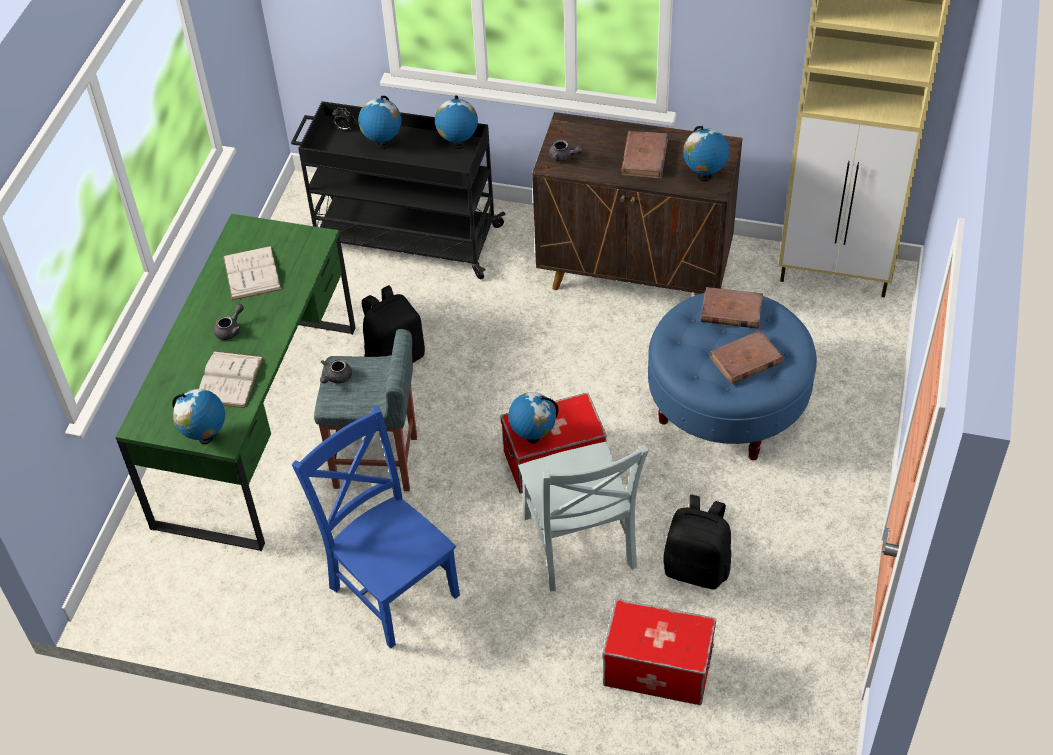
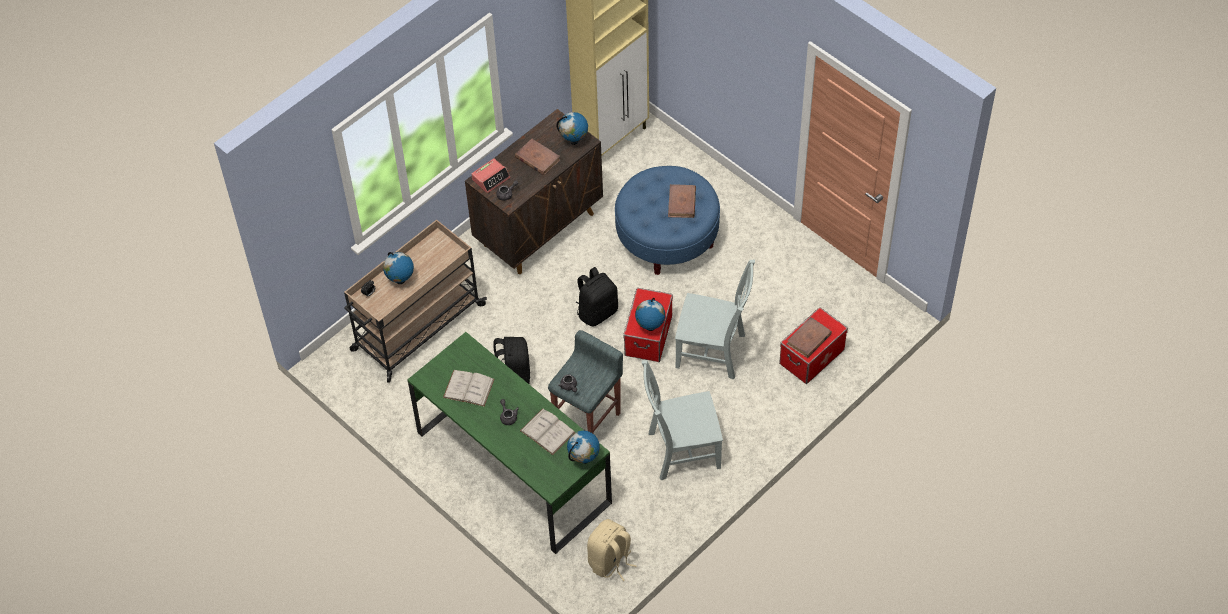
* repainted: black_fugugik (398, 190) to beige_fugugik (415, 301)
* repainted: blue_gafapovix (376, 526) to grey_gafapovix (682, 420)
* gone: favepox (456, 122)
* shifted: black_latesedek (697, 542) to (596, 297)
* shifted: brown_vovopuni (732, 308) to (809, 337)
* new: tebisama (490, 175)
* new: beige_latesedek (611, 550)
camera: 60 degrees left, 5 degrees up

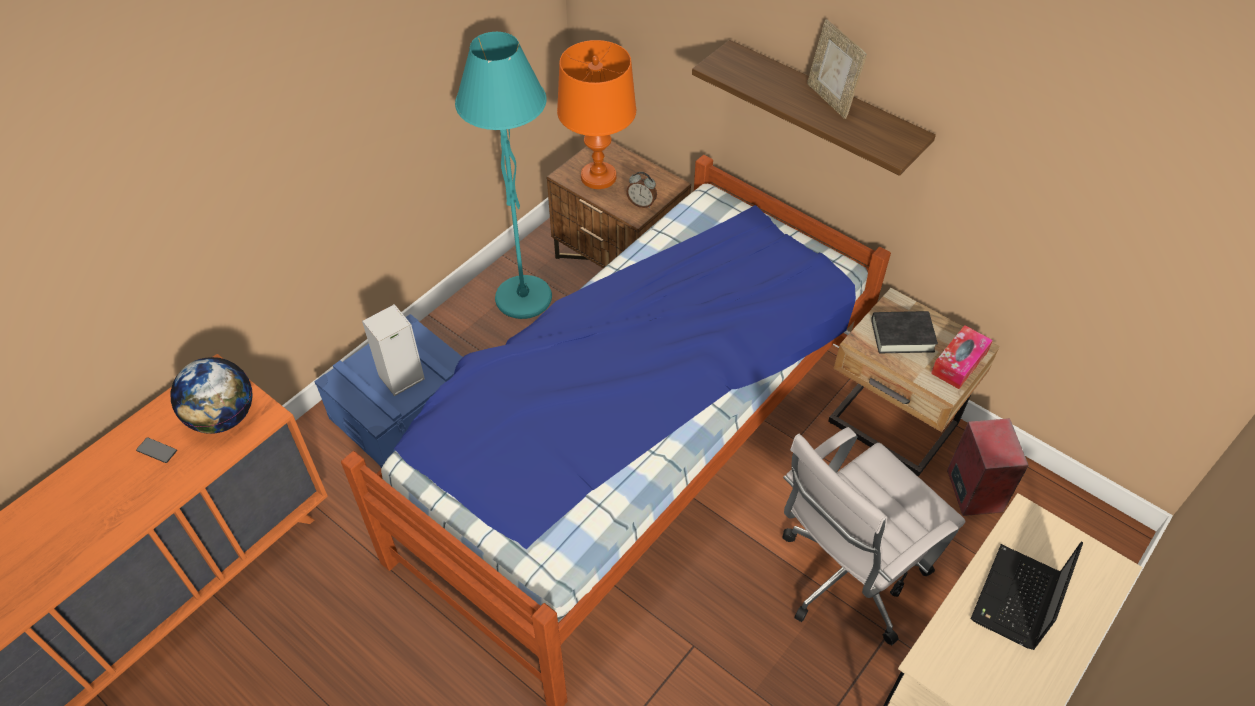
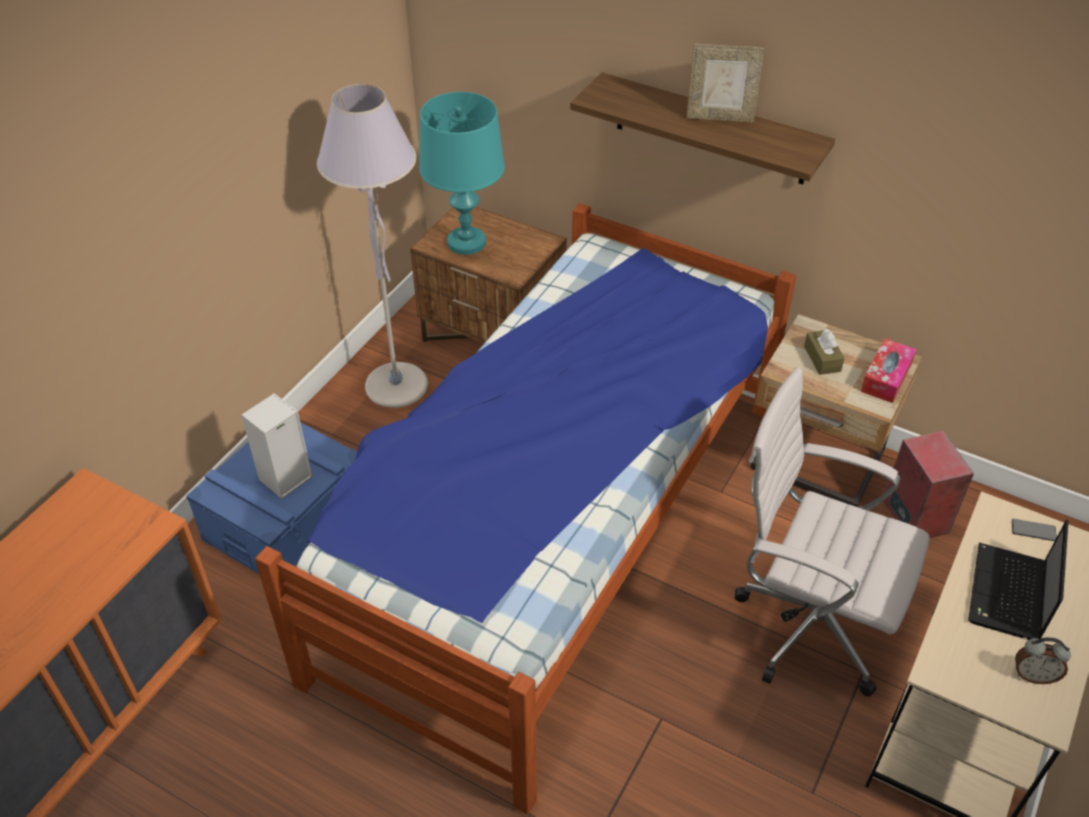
* shifted: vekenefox (156, 450) to (1034, 530)
* gone: favepox (212, 395)
* repainted: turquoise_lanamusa (503, 175) to grey_lanamusa (372, 246)
* repainted: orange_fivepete (596, 114) to turquoise_fivepete (462, 173)
* shifted: tebisama (641, 190) to (1043, 660)
* rotated: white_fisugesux (873, 536) = (832, 532) 75 degrees clockwise
* rotated: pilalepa (837, 69) = (725, 83) 45 degrees counterclockwise
* swapped: black_vovopuni (904, 332) to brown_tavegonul (824, 351)
camera: 10 degrees left, 5 degrees down

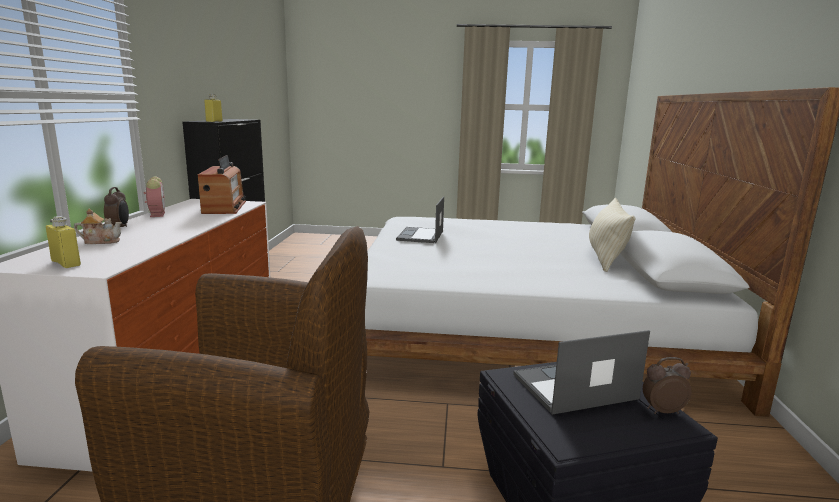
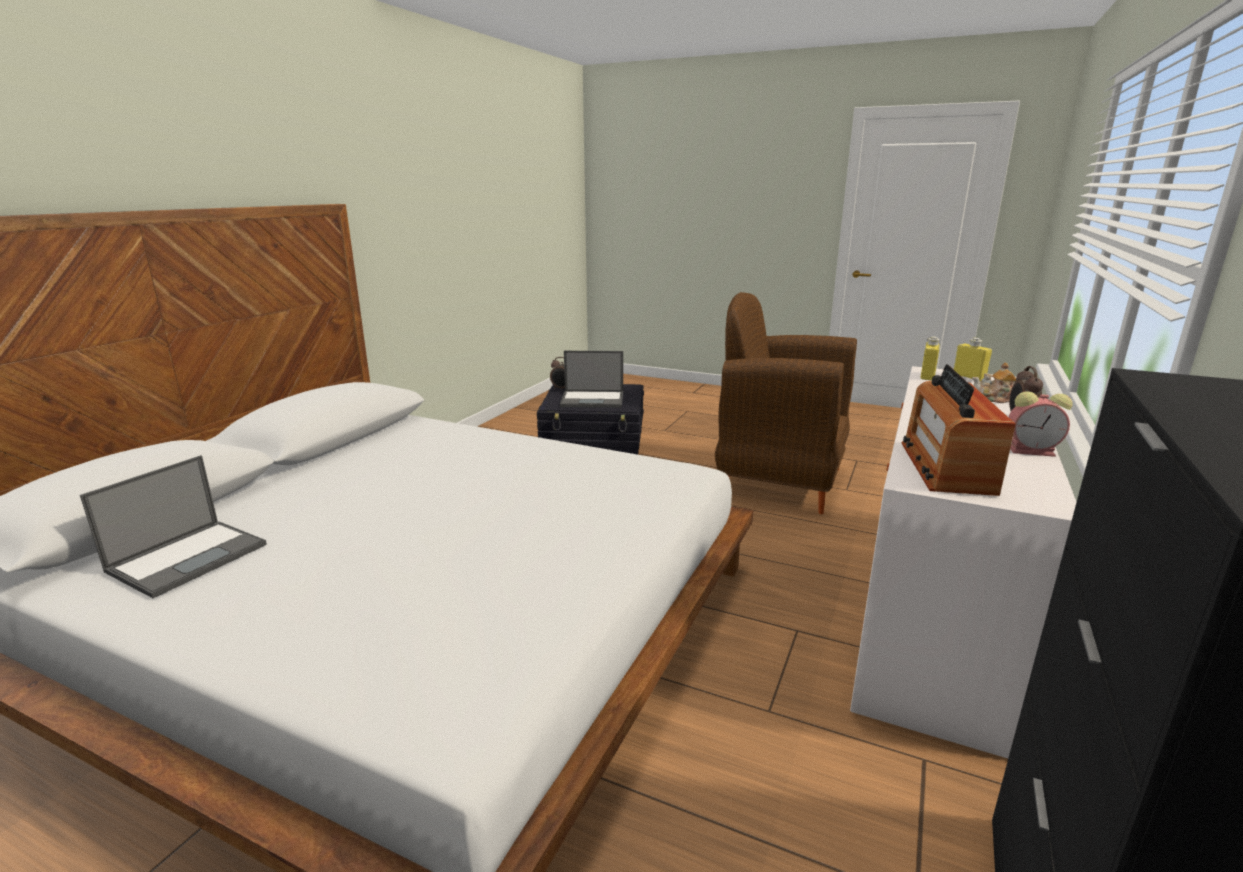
* rotated: tebisama (154, 197) = (1040, 424) 75 degrees counterclockwise
* shifted: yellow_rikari (213, 108) to (930, 359)
* shifted: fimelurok (420, 219) to (173, 526)
* gone: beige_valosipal (612, 235)
camera: 160 degrees left, 5 degrees up

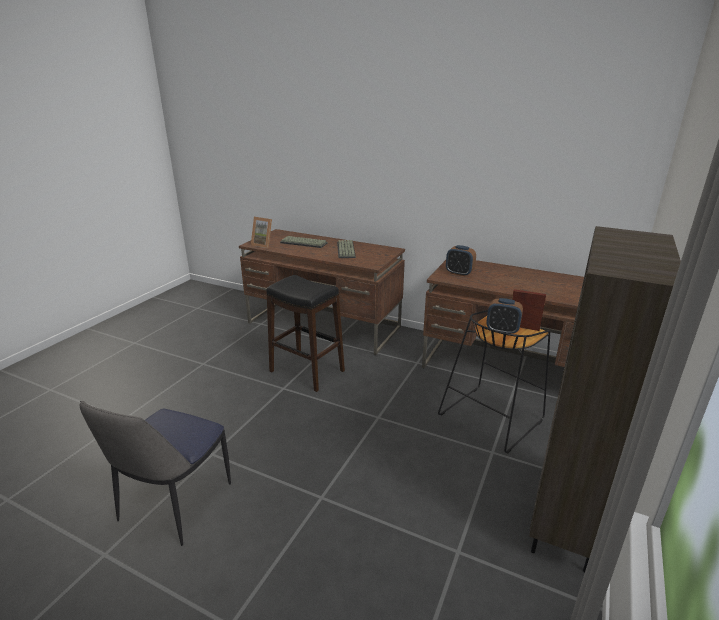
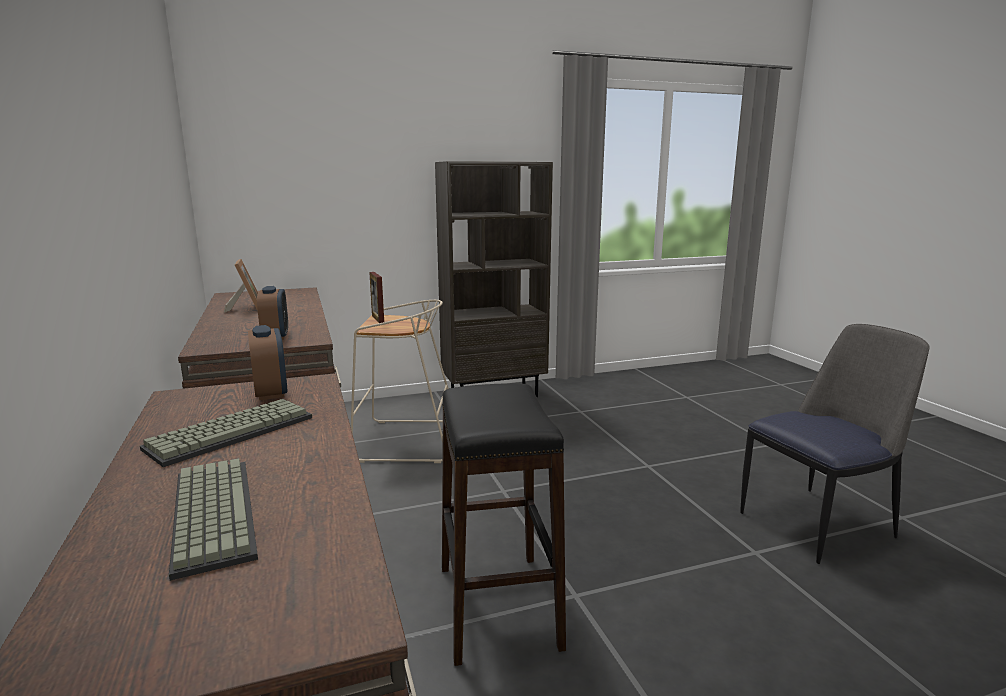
* shifted: pilalepa (261, 232) to (241, 285)
* repainted: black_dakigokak (494, 381) to beige_dakigokak (400, 381)
* shifted: tebisama (504, 316) to (267, 362)
camera: 135 degrees left, 10 degrees down

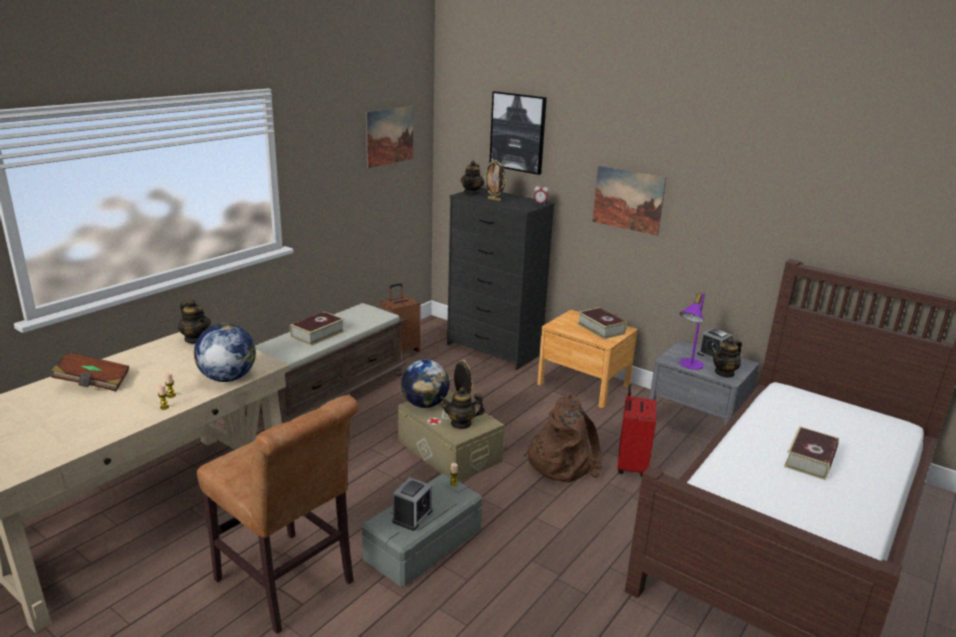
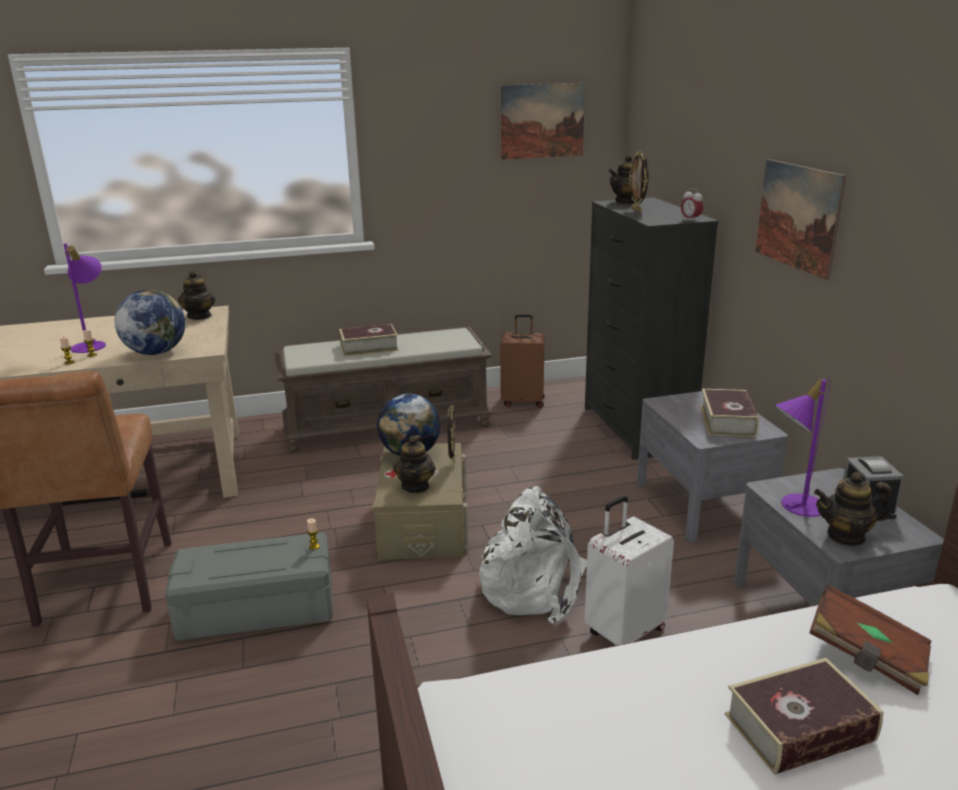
* shifted: brown_vovopuni (90, 371) to (870, 639)
* gone: tebisama (412, 504)
* rotated: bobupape (462, 408) = (414, 464) 120 degrees counterclockwise
* gone: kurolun (518, 133)
* repainted: brown_latesedek (563, 438) to white_latesedek (533, 555)
* repainted: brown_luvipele (587, 359) to grey_luvipele (712, 467)
* repainted: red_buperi (636, 430) to white_buperi (629, 570)
* new: purple_fivepete (85, 298)
camera: 40 degrees right, 0 degrees up

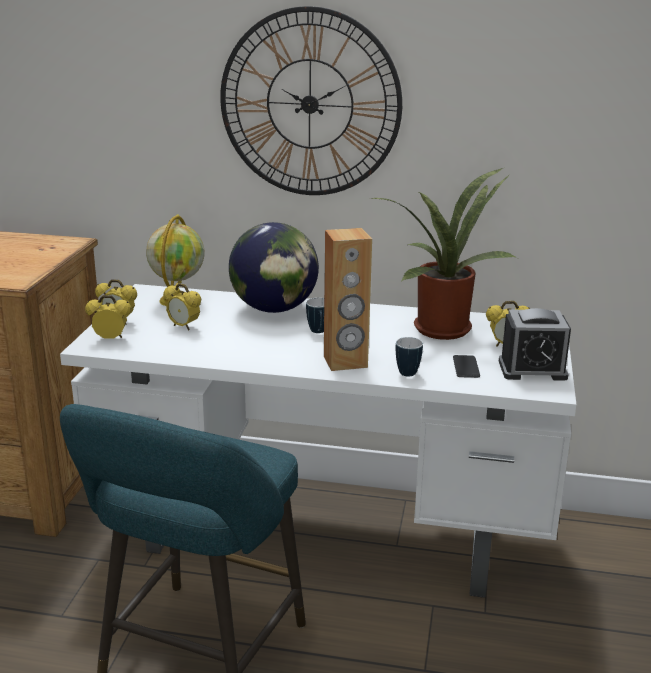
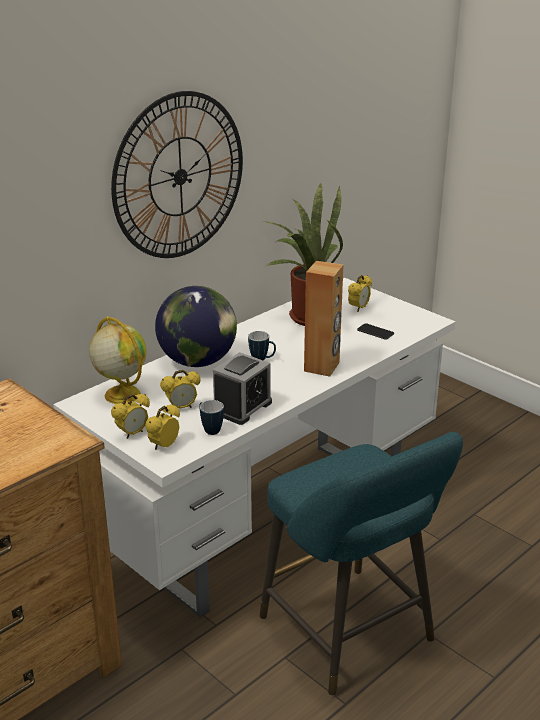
* shifted: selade (409, 357) to (211, 417)
* shifted: tebisama (535, 344) to (242, 388)
camera: 55 degrees left, 5 degrees up

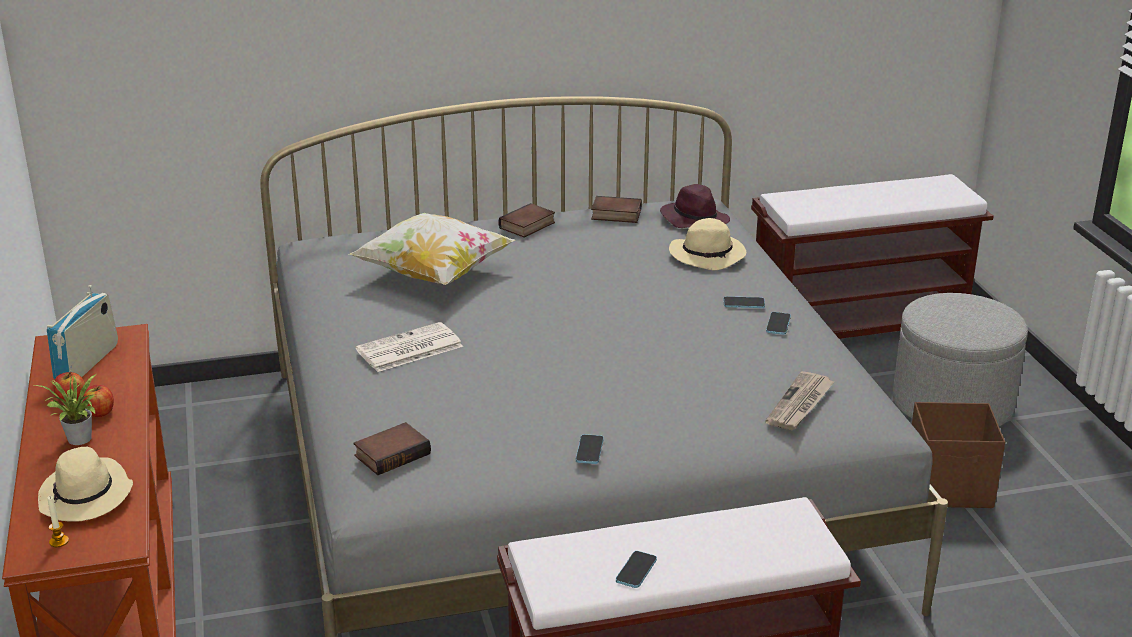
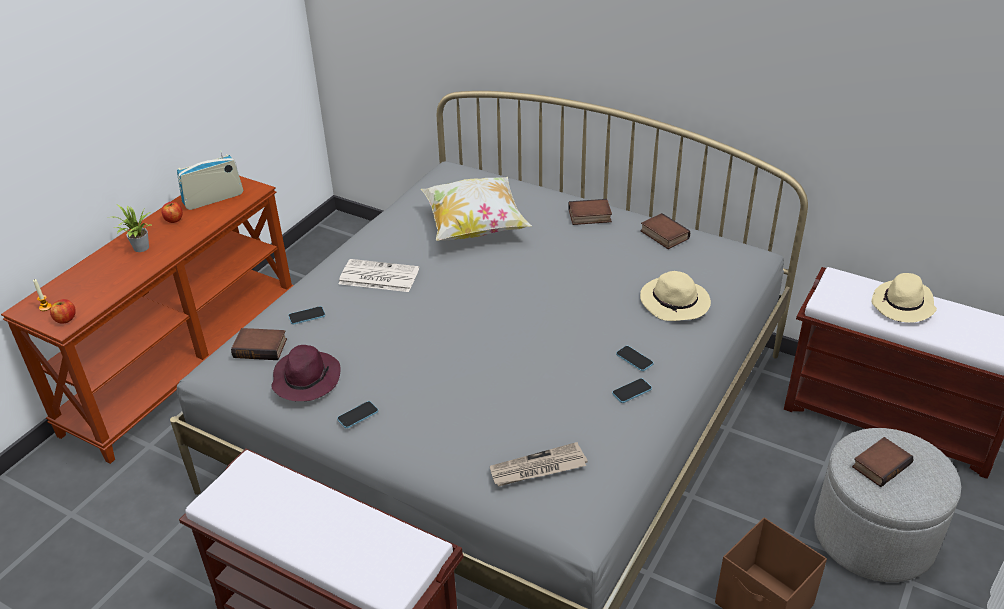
* shifted: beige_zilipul (85, 484) to (904, 298)
* shifted: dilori (98, 401) to (63, 311)
* shifted: vekenefox (636, 569) to (306, 315)
* shifted: purple_zilipul (695, 206) to (306, 373)
* new: vovopuni (883, 462)
camera: 45 degrees right, 10 degrees up

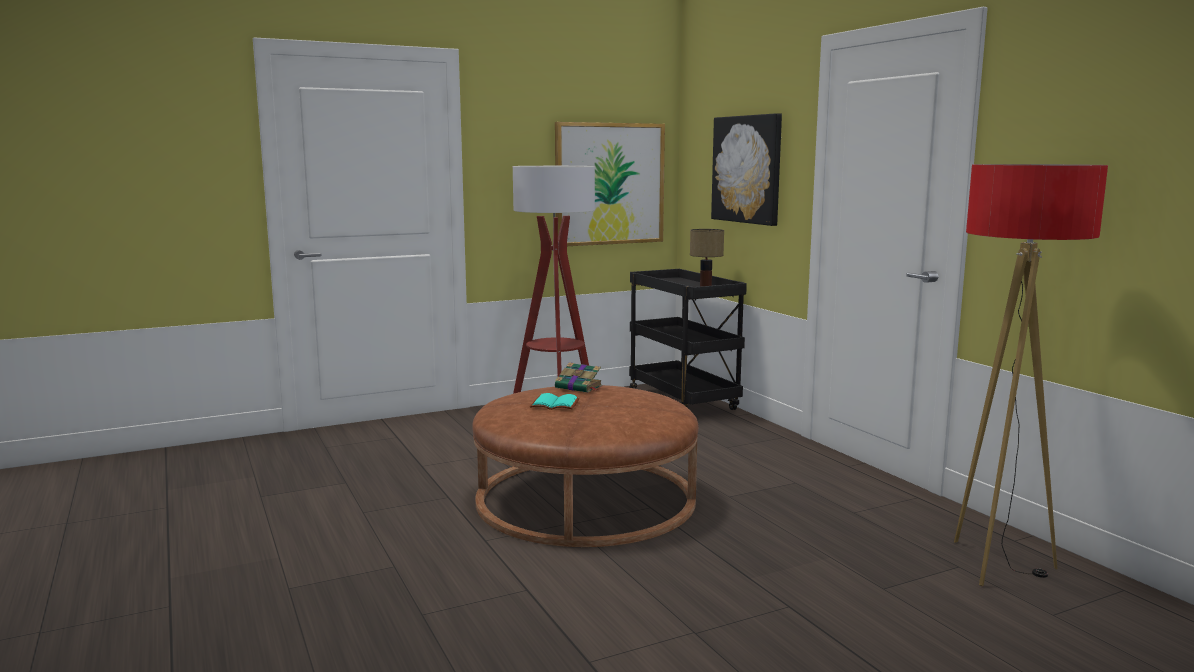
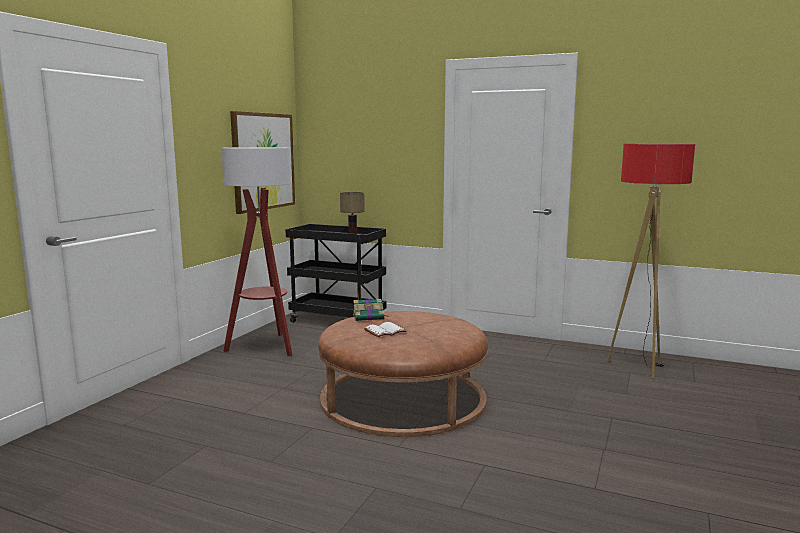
* repainted: turquoise_vovopuni (555, 401) to white_vovopuni (385, 329)
* gone: kurolun (746, 169)
camera: 40 degrees left, 0 degrees up

